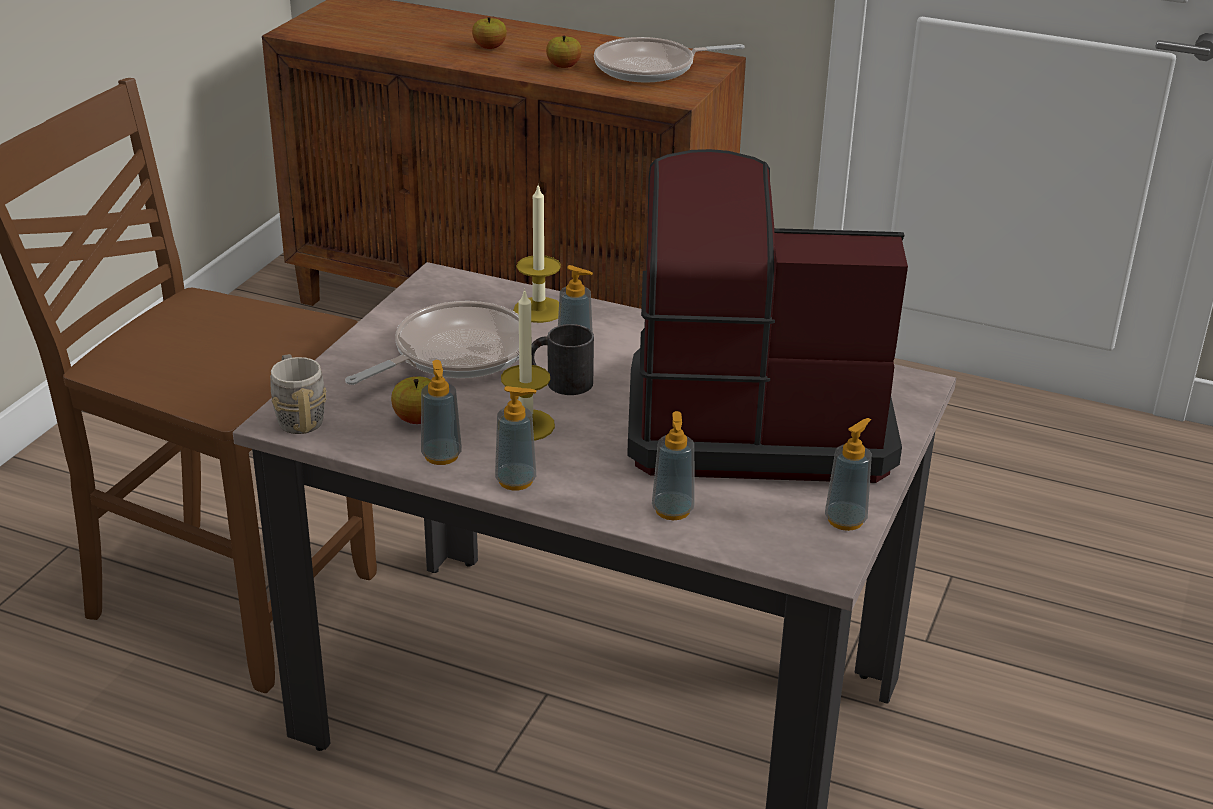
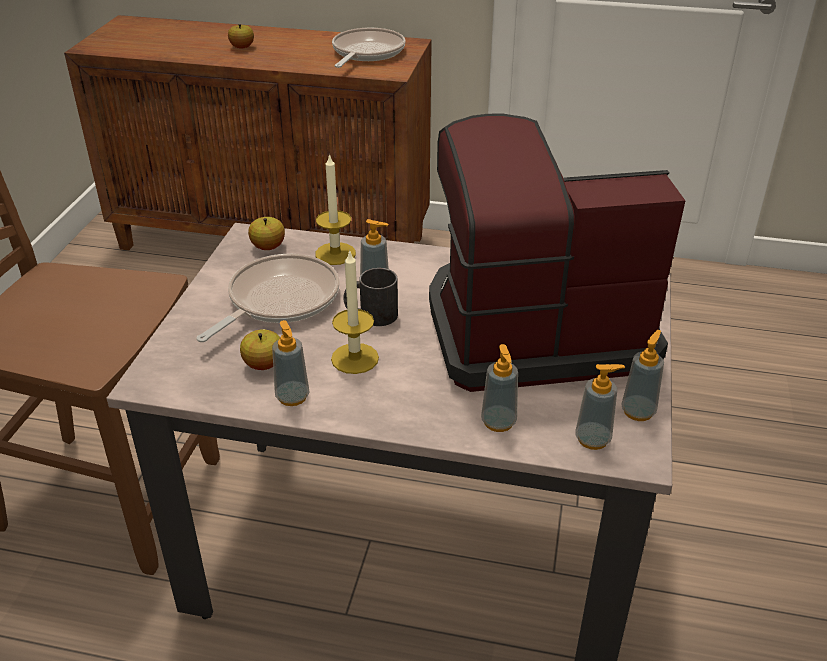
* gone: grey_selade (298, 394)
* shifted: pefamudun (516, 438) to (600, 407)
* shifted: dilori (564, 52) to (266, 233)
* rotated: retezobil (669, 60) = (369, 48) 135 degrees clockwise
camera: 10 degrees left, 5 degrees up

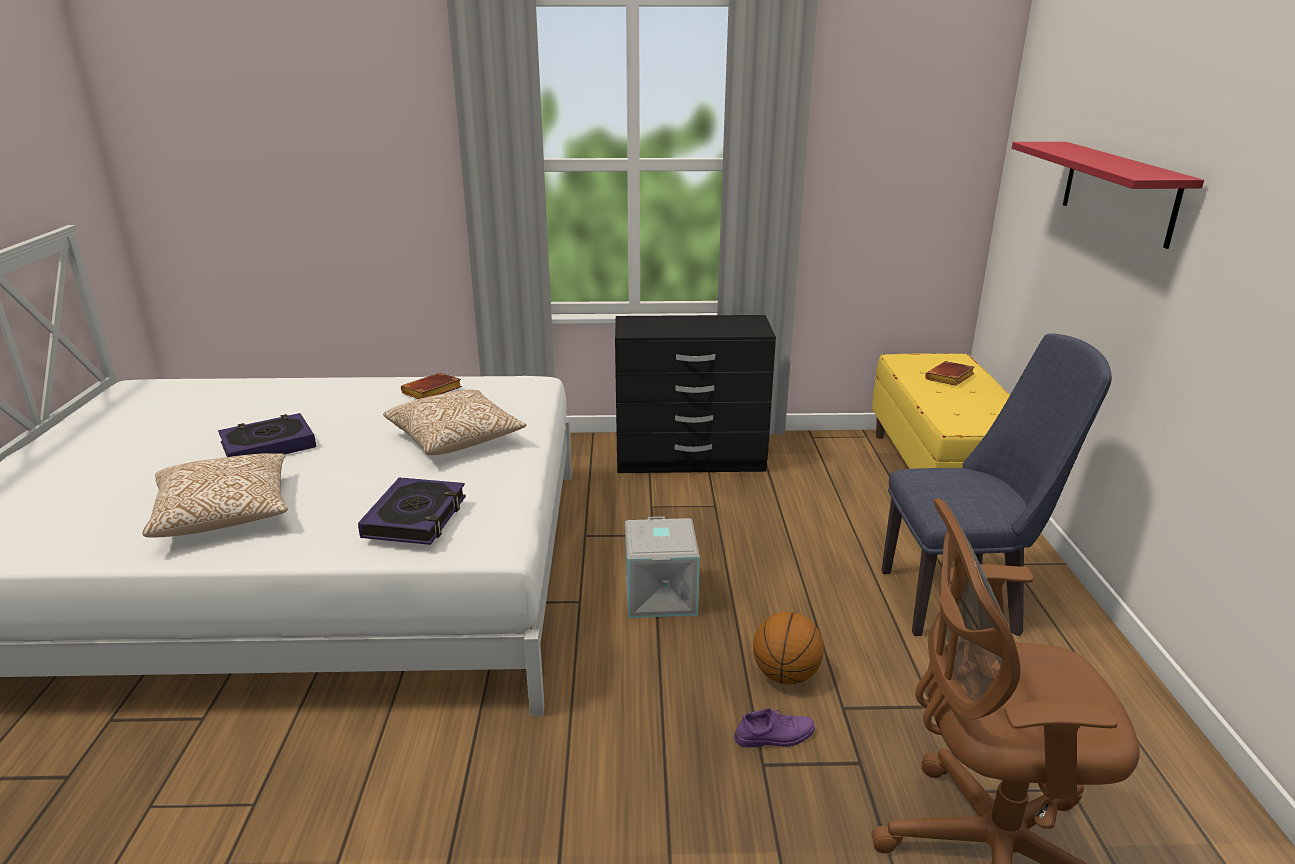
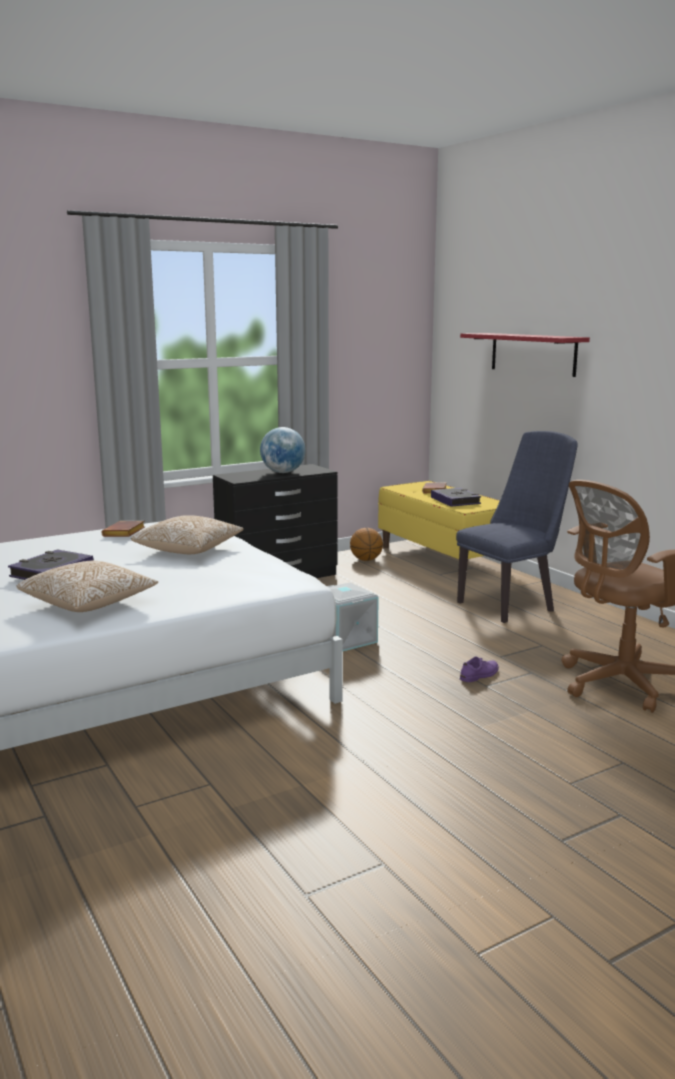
* shifted: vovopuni (412, 511) to (456, 497)
* shifted: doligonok (788, 648) to (366, 544)
* new: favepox (282, 450)
camera: 30 degrees left, 10 degrees down

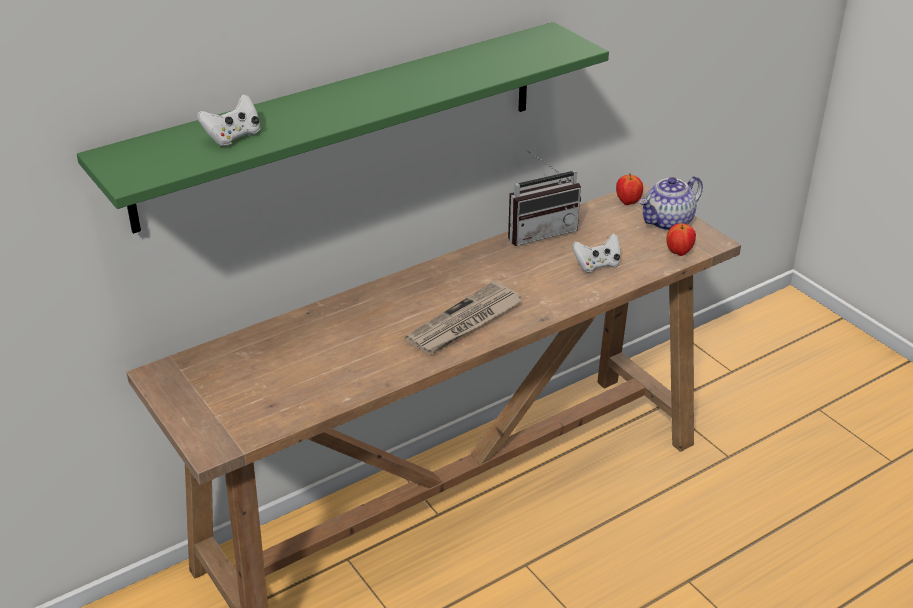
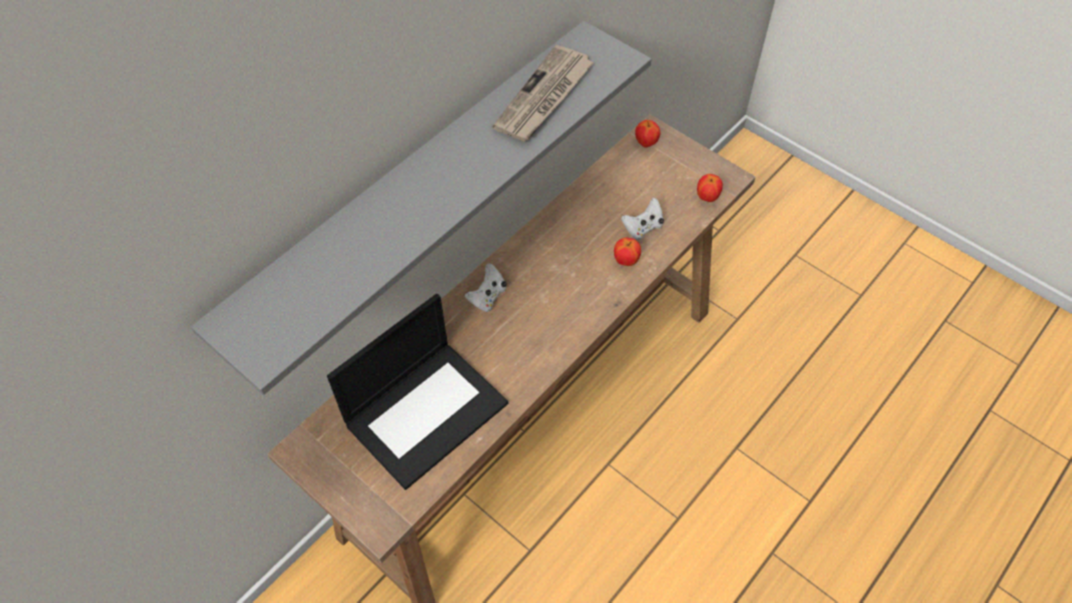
* repainted: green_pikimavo (343, 128) to grey_pikimavo (421, 208)
* shifted: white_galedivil (228, 120) to (486, 288)
* shifted: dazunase (464, 317) to (543, 93)
* gone: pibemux (544, 198)
* gone: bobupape (671, 203)
* new: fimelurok (417, 392)
* new: dilori (627, 252)
camera: 15 degrees left, 20 degrees up

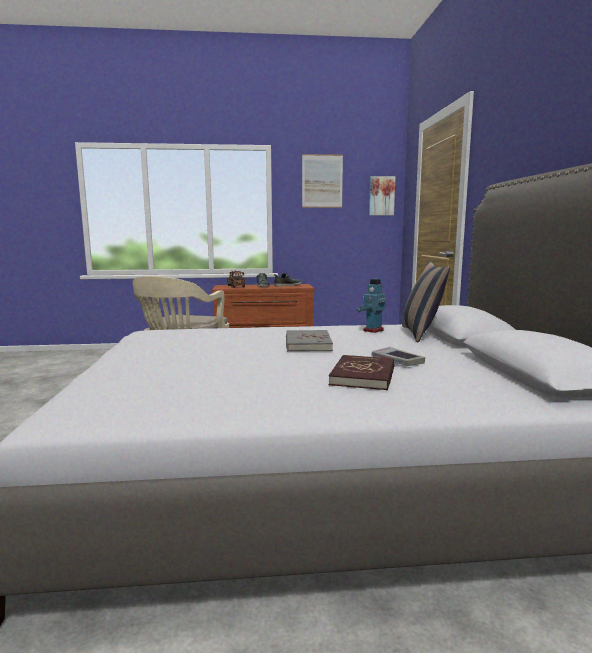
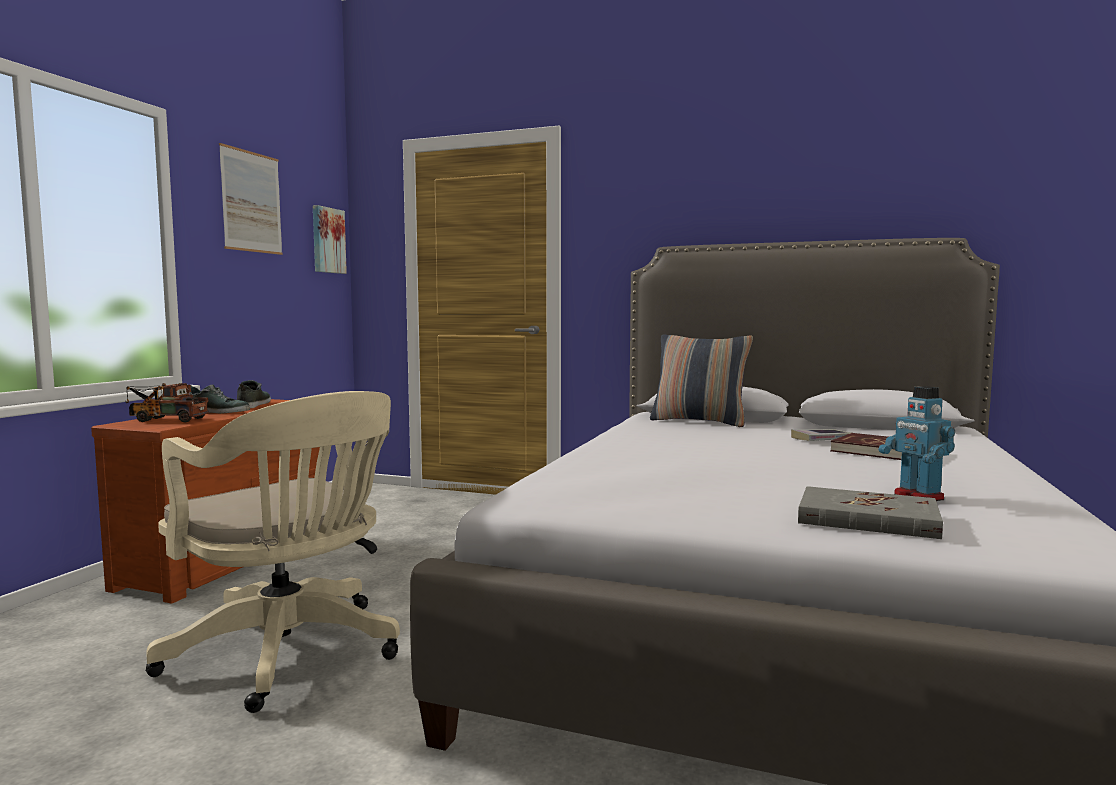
* shifted: grey_vovopuni (309, 340) to (870, 512)
* shifted: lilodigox (371, 306) to (917, 443)
camera: 65 degrees left, 5 degrees down

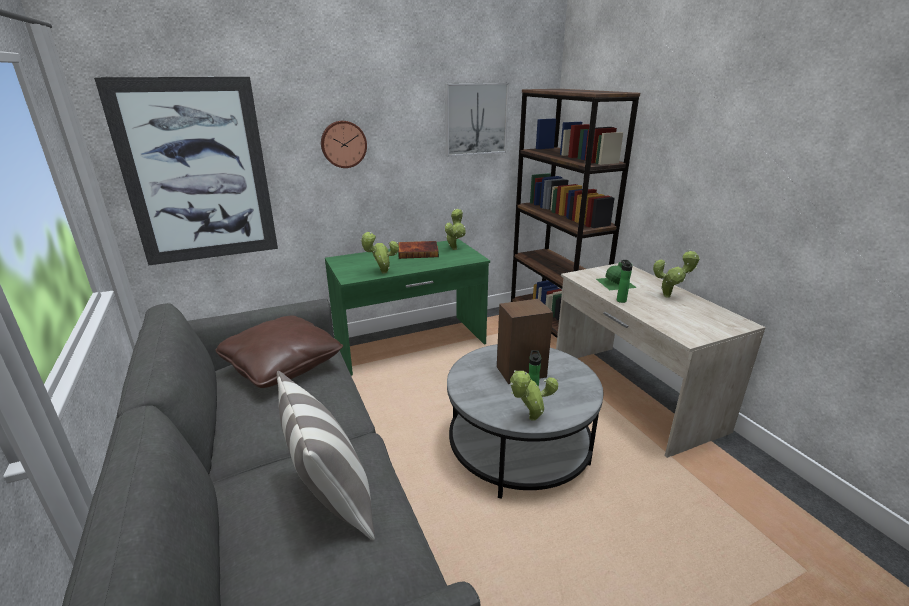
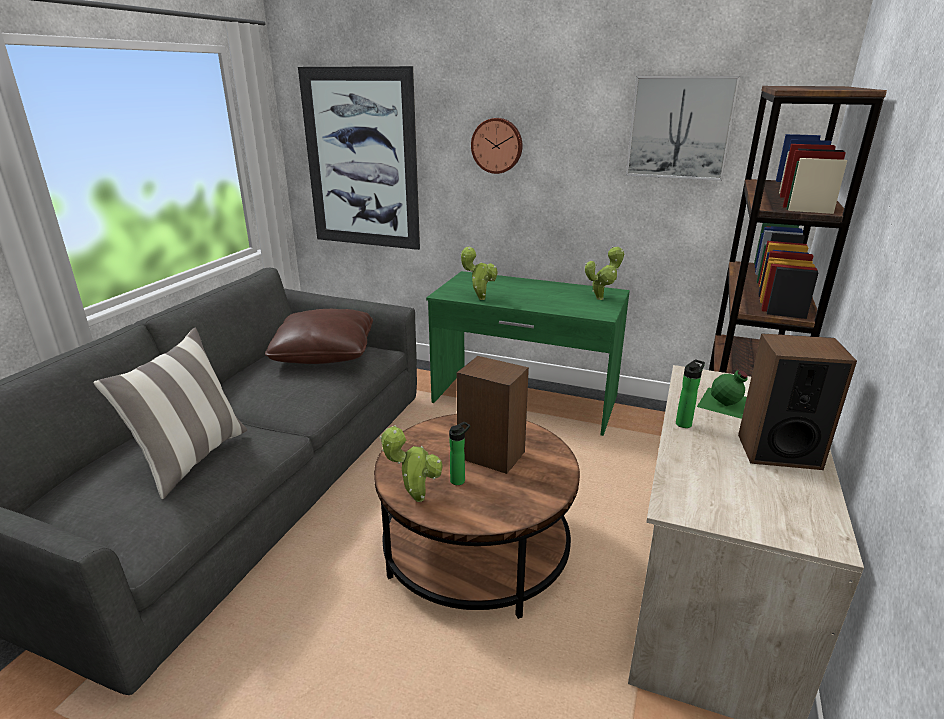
* gone: vovopuni (418, 250)
* repainted: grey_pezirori (525, 421) to brown_pezirori (477, 516)
* swapped: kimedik (676, 274) to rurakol (797, 401)
camera: 45 degrees right, 0 degrees up

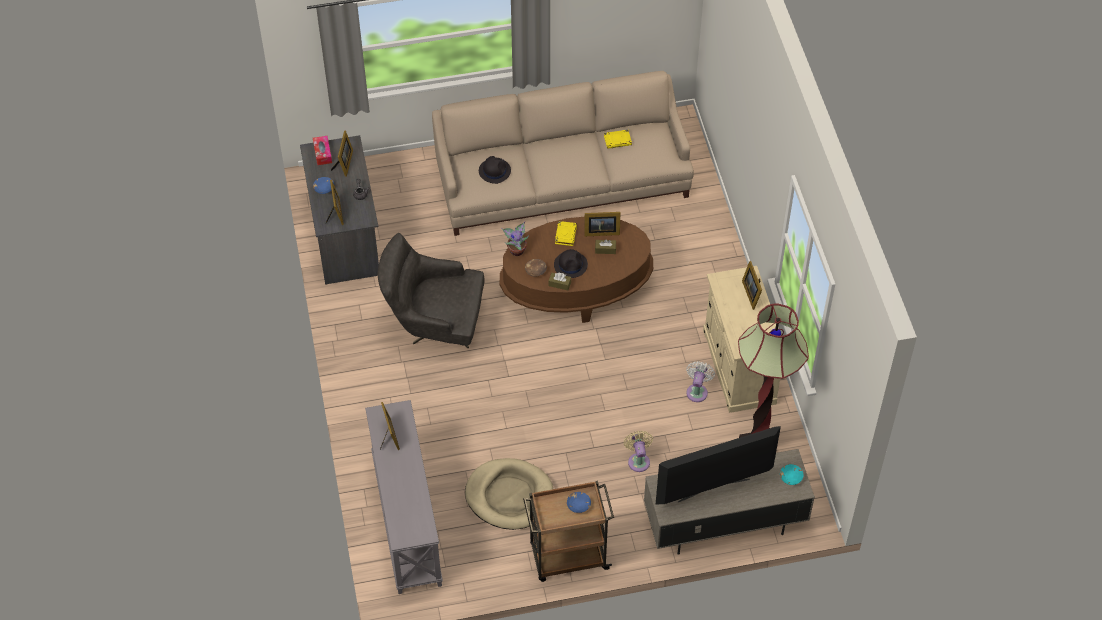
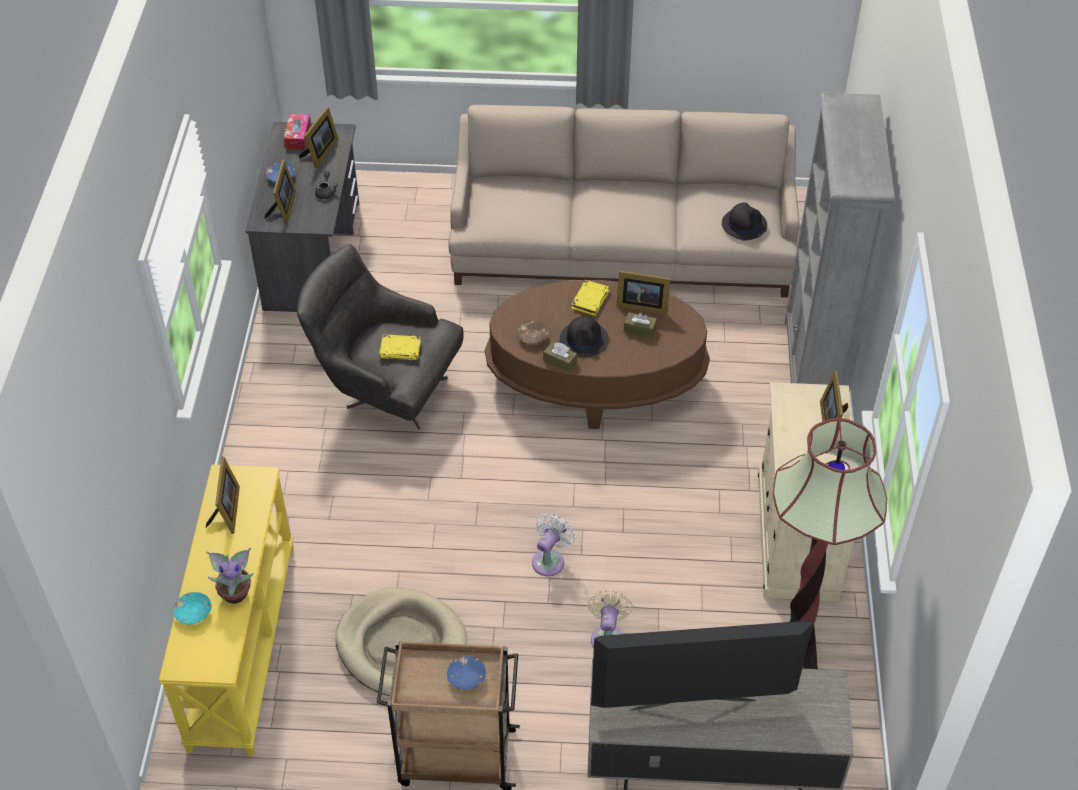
* repainted: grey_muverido (404, 497) to yellow_muverido (226, 610)
* shifted: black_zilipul (495, 170) to (744, 222)
* shifted: kimedik (515, 239) to (230, 576)
* shifted: yellow_vovopuni (618, 139) to (400, 347)
* shifted: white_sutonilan (700, 381) to (553, 544)
* shifted: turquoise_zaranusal (791, 474) to (192, 608)
* new: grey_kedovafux (840, 242)
camera: 15 degrees right, 5 degrees down

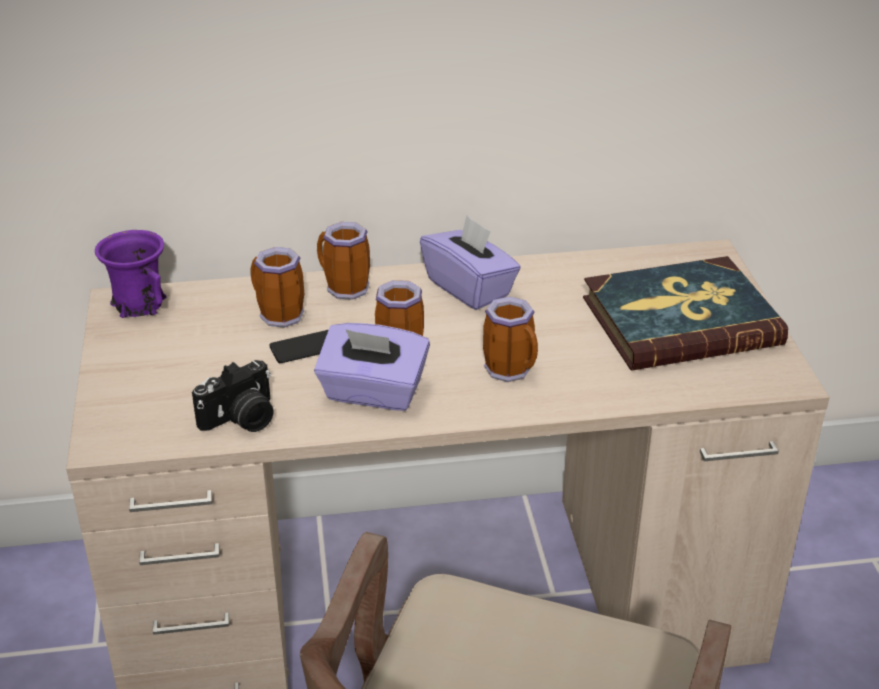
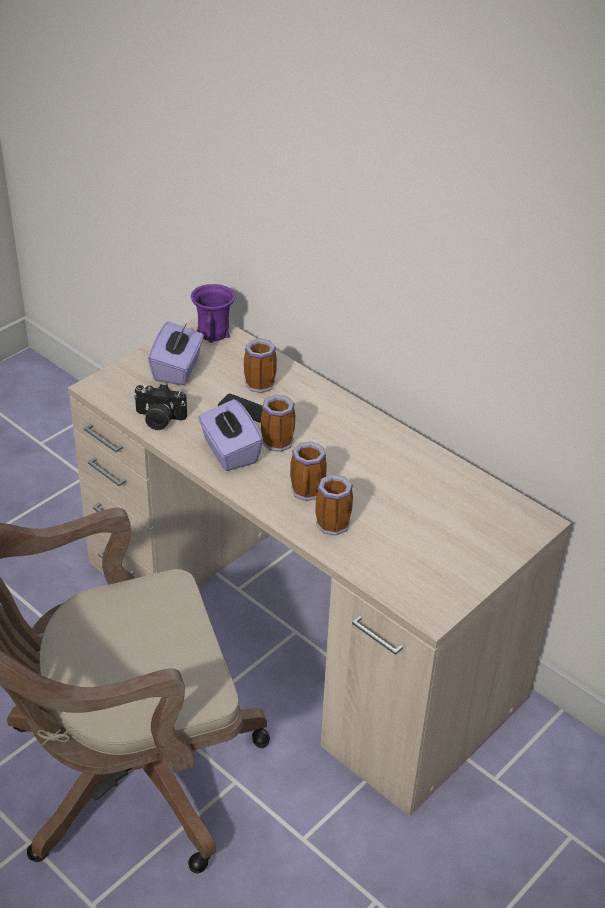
* shifted: selade (343, 261) to (334, 505)
* shifted: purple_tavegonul (470, 263) to (176, 353)
* gone: vovopuni (685, 313)
camera: 50 degrees right, 5 degrees up

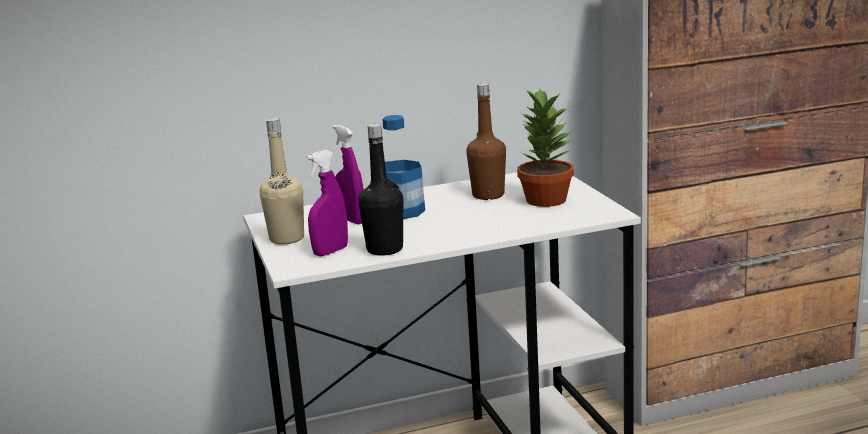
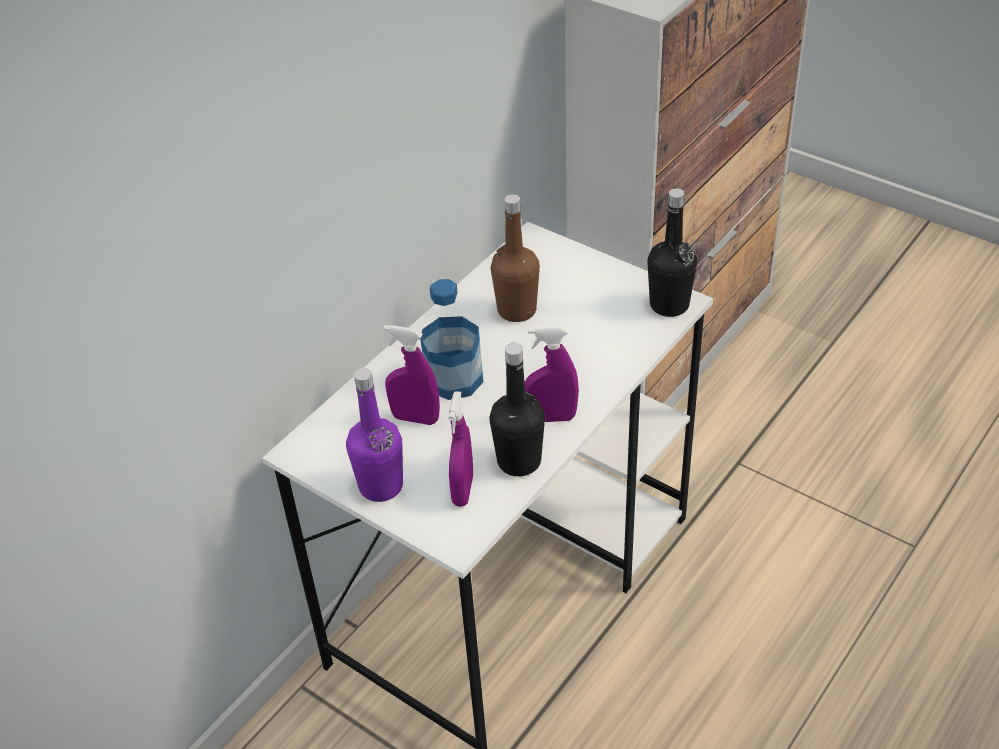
* repainted: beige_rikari (282, 181) to purple_rikari (374, 435)
* gone: kimedik (545, 148)
* new: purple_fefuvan (552, 374)
* new: black_rikari (672, 252)
camera: 35 degrees left, 25 degrees up

